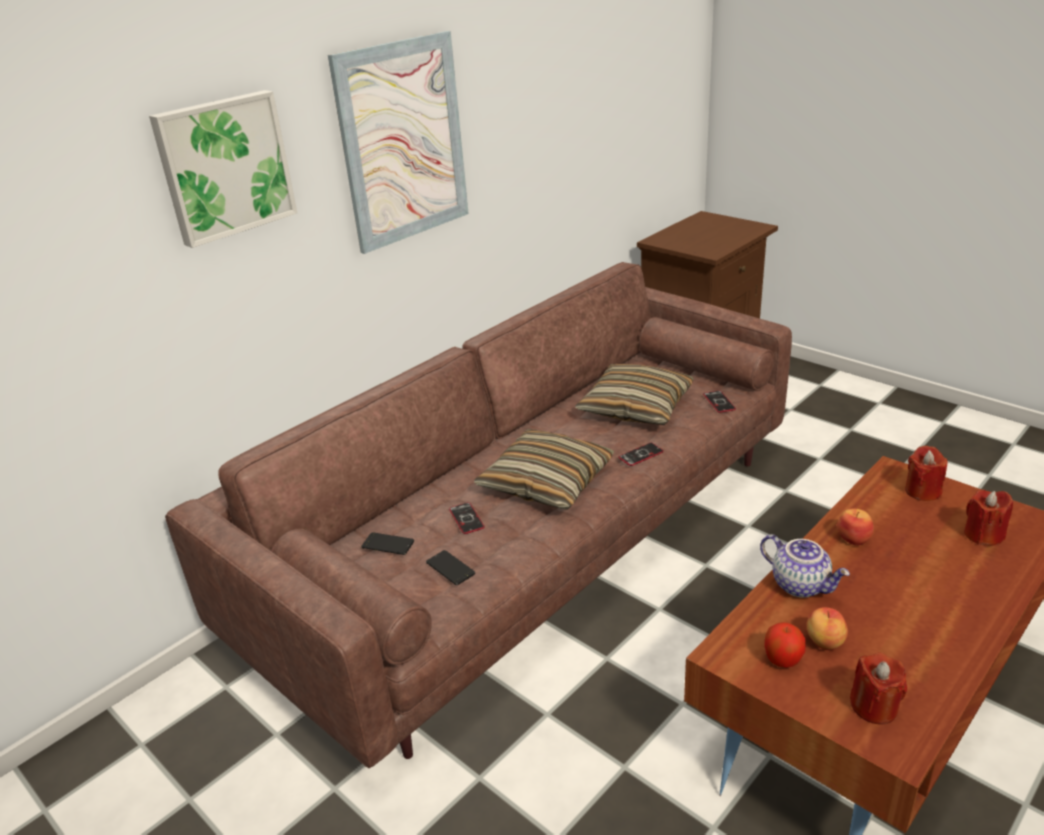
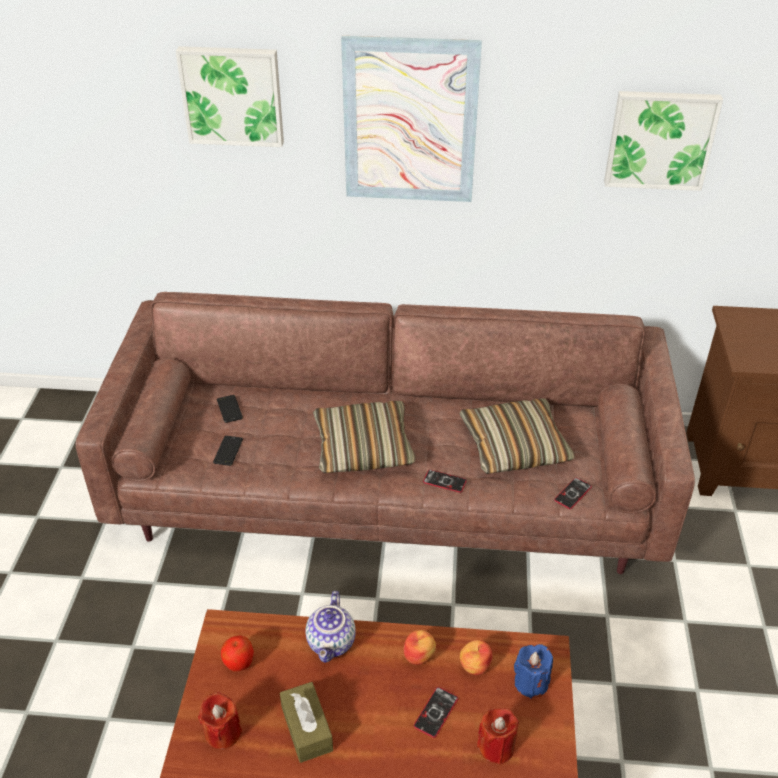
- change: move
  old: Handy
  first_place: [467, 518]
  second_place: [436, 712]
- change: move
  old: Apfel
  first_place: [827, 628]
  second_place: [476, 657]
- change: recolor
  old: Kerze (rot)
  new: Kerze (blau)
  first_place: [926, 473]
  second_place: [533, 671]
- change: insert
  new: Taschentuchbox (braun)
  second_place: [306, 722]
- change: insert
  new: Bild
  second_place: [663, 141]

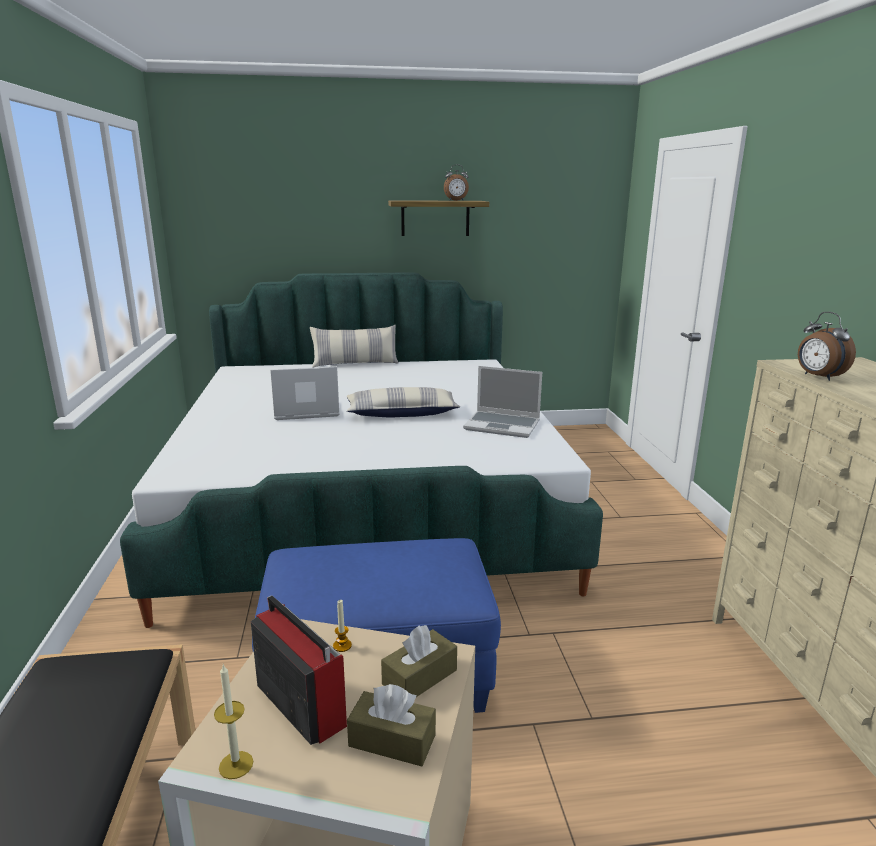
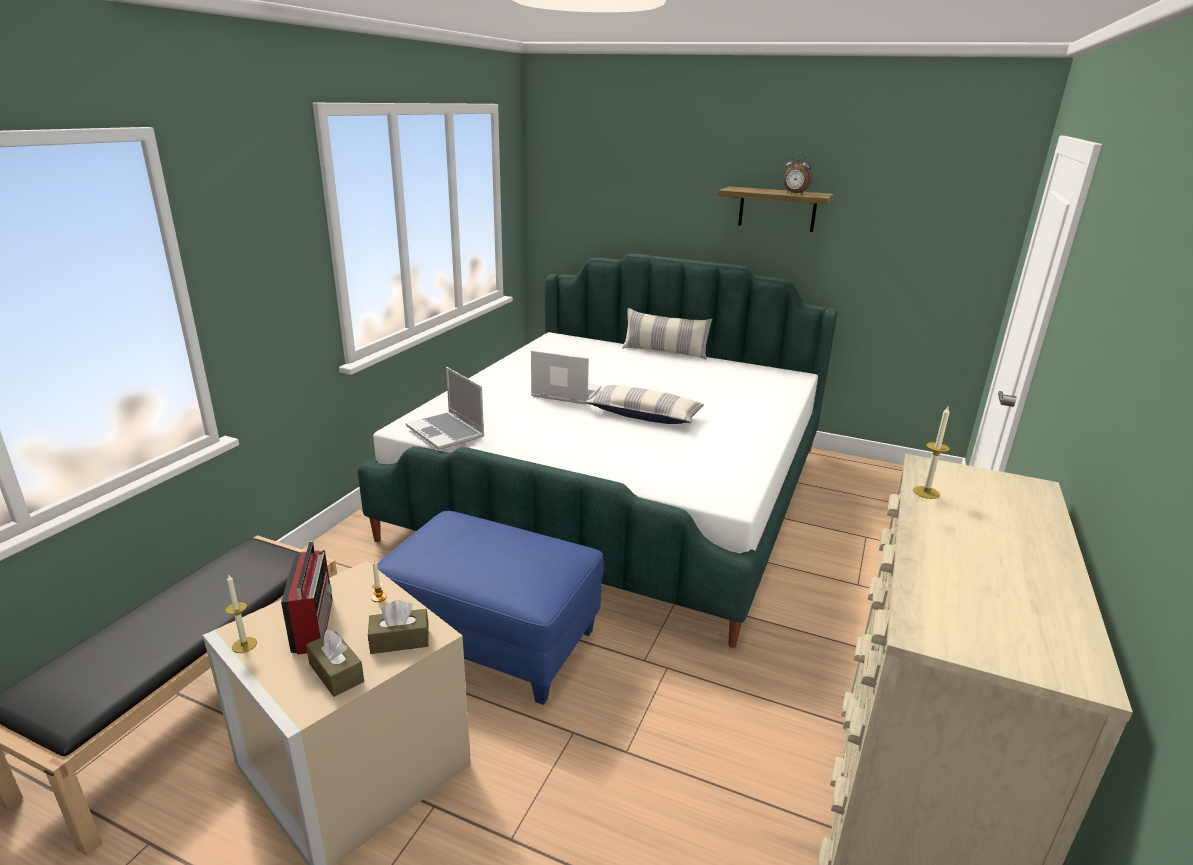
- change: move
  old: Laptop
  first_place: [502, 402]
  second_place: [445, 408]
- change: replace
  old: Wecker
  new: Kerze
  first_place: [827, 346]
  second_place: [931, 453]

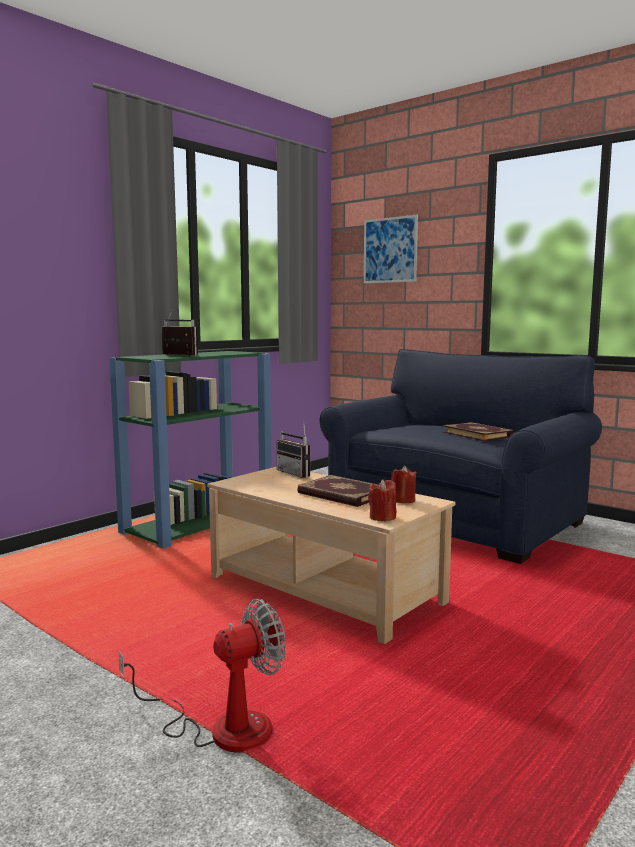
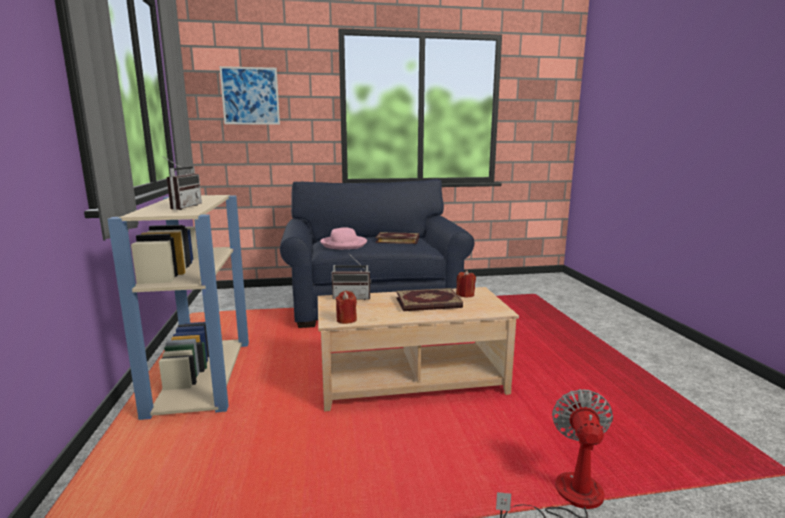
- change: recolor
  old: Bücherregal (grün)
  new: Bücherregal (beige)
  first_place: [190, 450]
  second_place: [178, 307]
- change: rotate
  old: Radio
  first_place: [180, 333]
  second_place: [182, 183]
  degrees: 120
- change: move
  old: Kerze (rot)
  first_place: [382, 500]
  second_place: [346, 307]
- change: insert
  new: Hut (rosa)
  second_place: [343, 238]

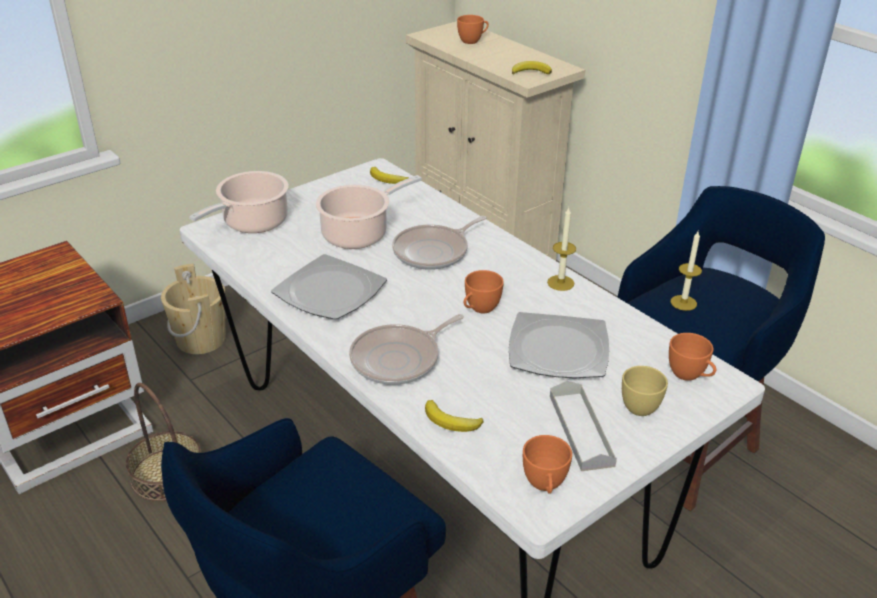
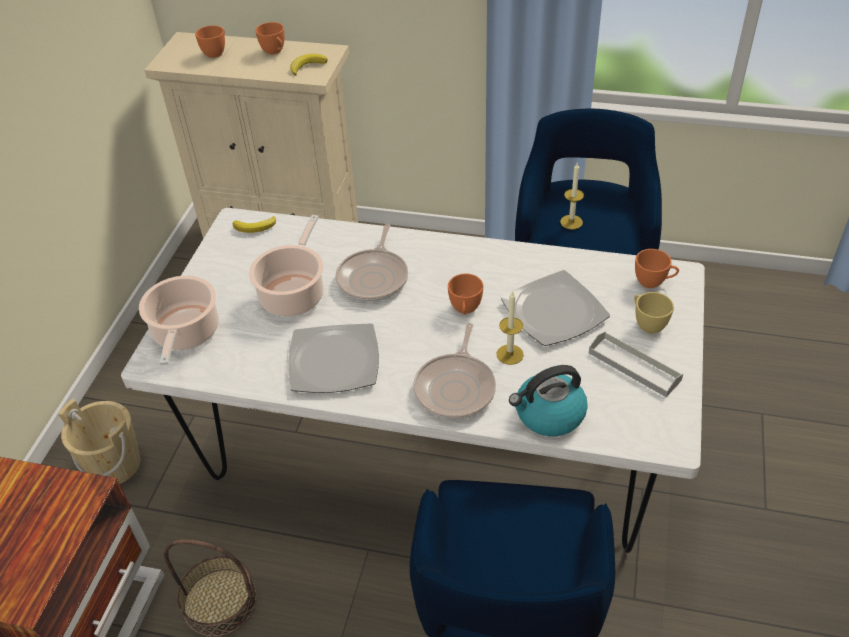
- change: replace
  old: Banane
  new: Wasserkessel
  first_place: [454, 416]
  second_place: [548, 400]
- change: move
  old: Tasse (orange)
  first_place: [547, 464]
  second_place: [269, 38]
- change: move
  old: Kerze
  first_place: [561, 249]
  second_place: [510, 328]

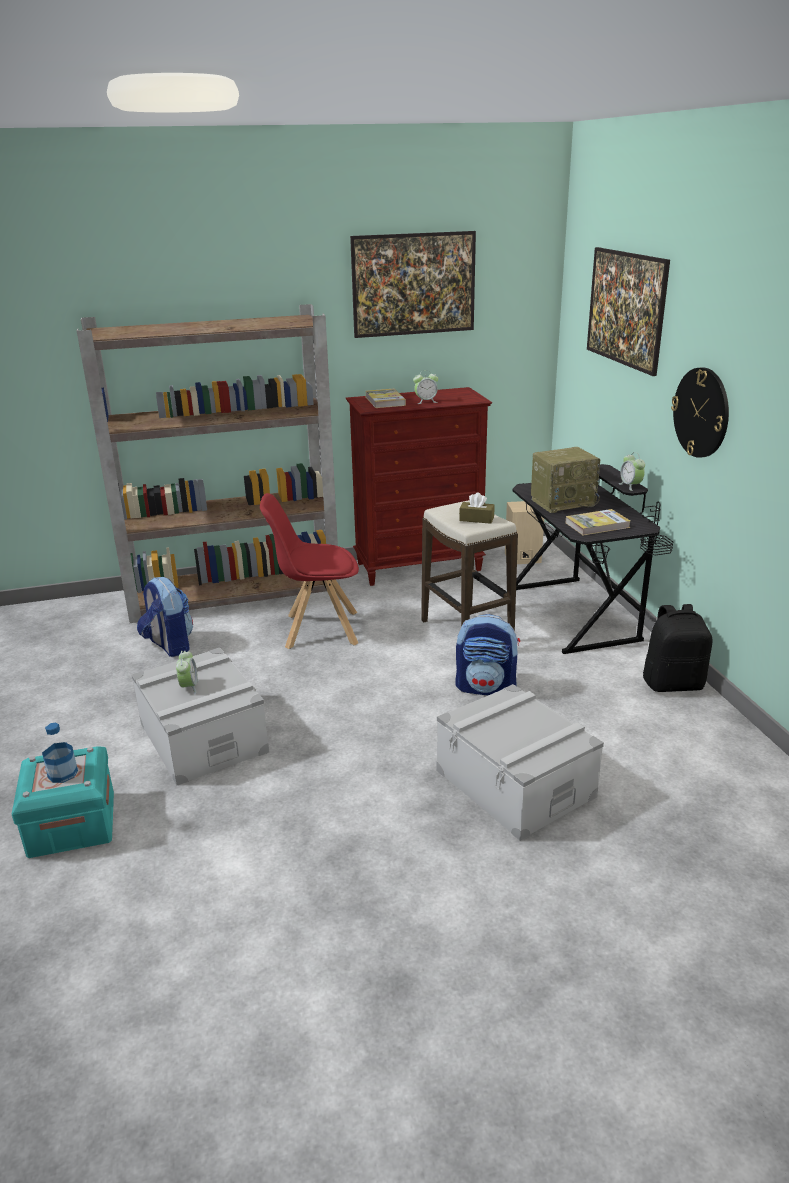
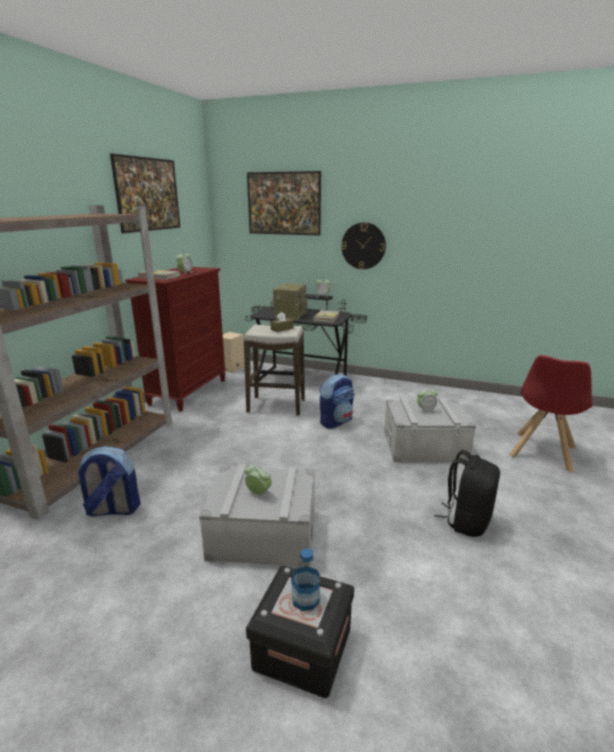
- change: recolor
  old: Aufbewahrungsbox (türkis)
  new: Aufbewahrungsbox (schwarz)
  first_place: [63, 802]
  second_place: [300, 631]
- change: move
  old: Stuhl (rot)
  first_place: [309, 571]
  second_place: [551, 413]
- change: move
  old: Rucksack (schwarz)
  first_place: [678, 648]
  second_place: [467, 493]
- change: insert
  new: Wecker
  second_place: [427, 400]

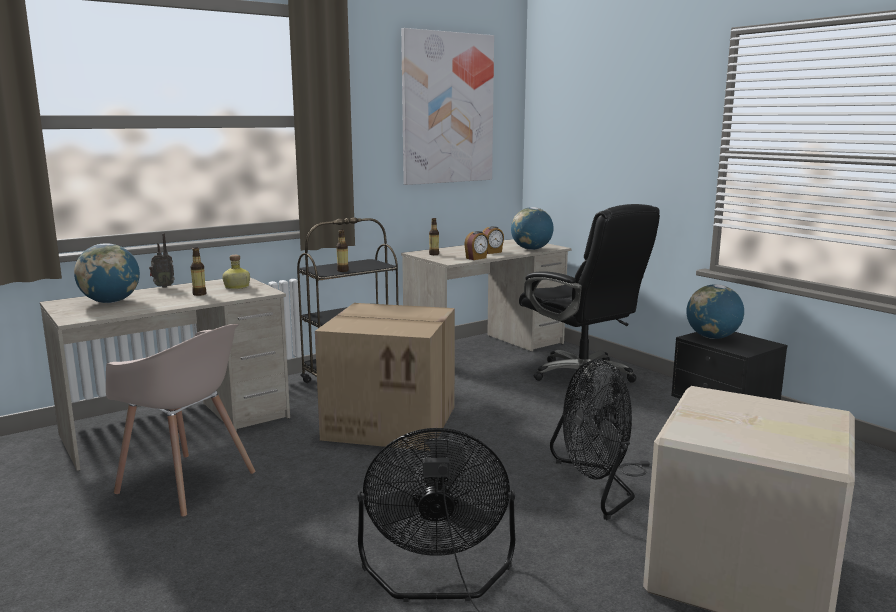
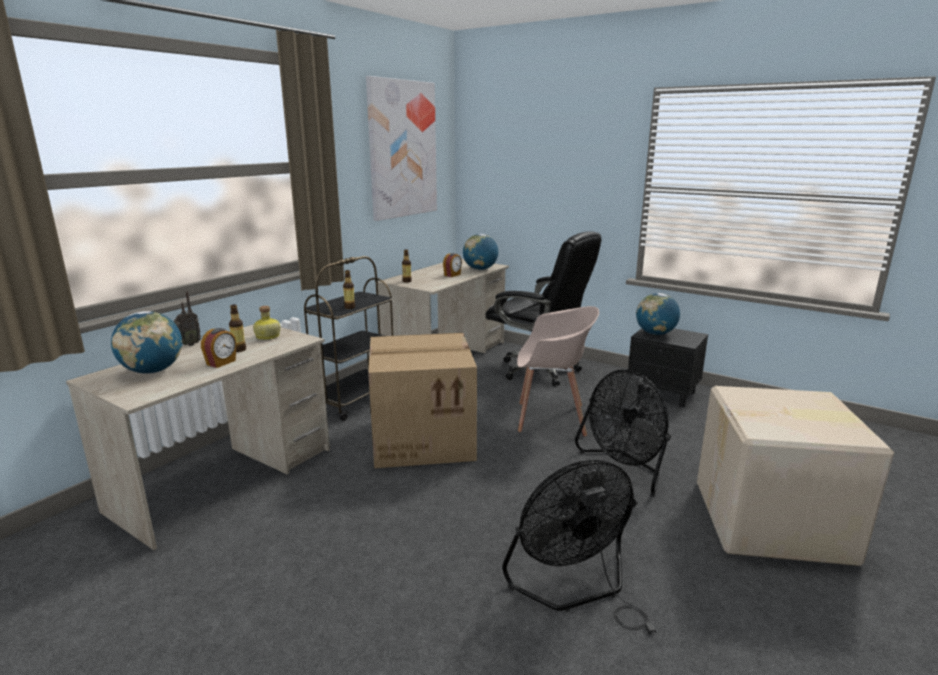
- change: move
  old: Stuhl (beige)
  first_place: [180, 420]
  second_place: [558, 371]
- change: move
  old: Wecker
  first_place: [476, 245]
  second_place: [218, 348]

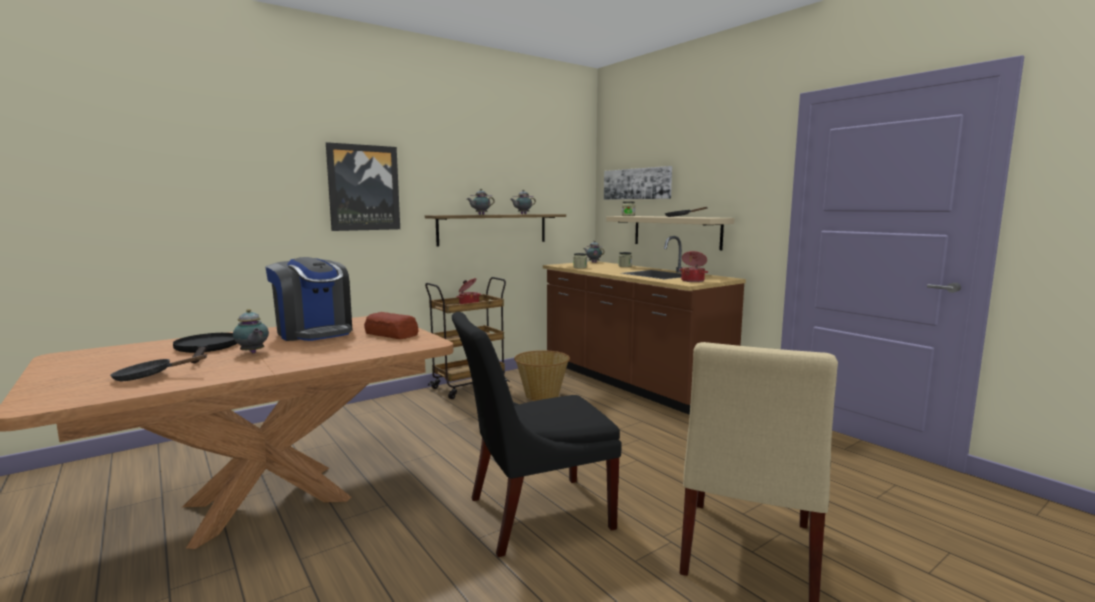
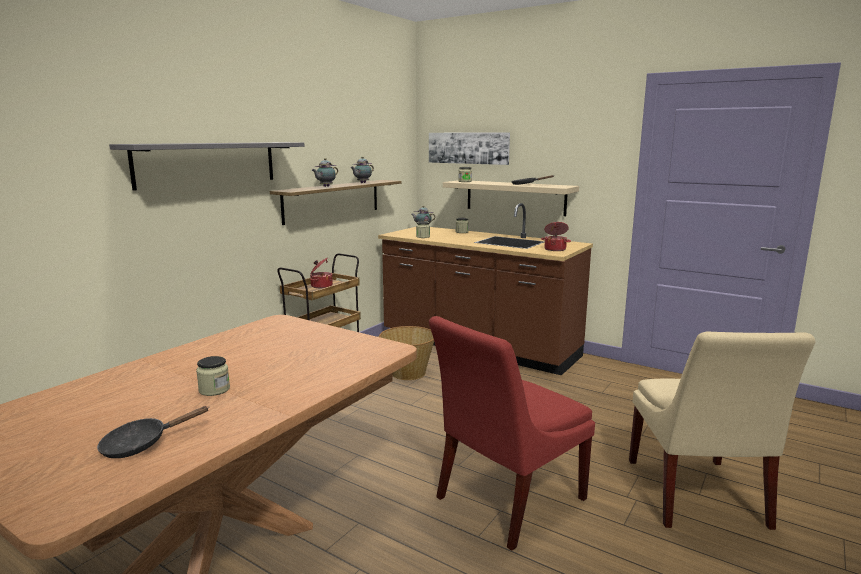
- change: delete
  old: Pfanne (schwarz)
  first_place: [205, 348]
- change: replace
  old: Teekanne
  new: Vorratsglas
  first_place: [251, 331]
  second_place: [213, 376]
- change: delete
  old: Kaffeemaschine
  first_place: [309, 299]
- change: replace
  old: Bild
  new: Wandregal (grau)
  first_place: [363, 186]
  second_place: [206, 166]
- change: delete
  old: Brot
  first_place: [391, 325]
- change: recolor
  old: Stuhl (schwarz)
  new: Stuhl (rot)
  first_place: [537, 434]
  second_place: [512, 433]

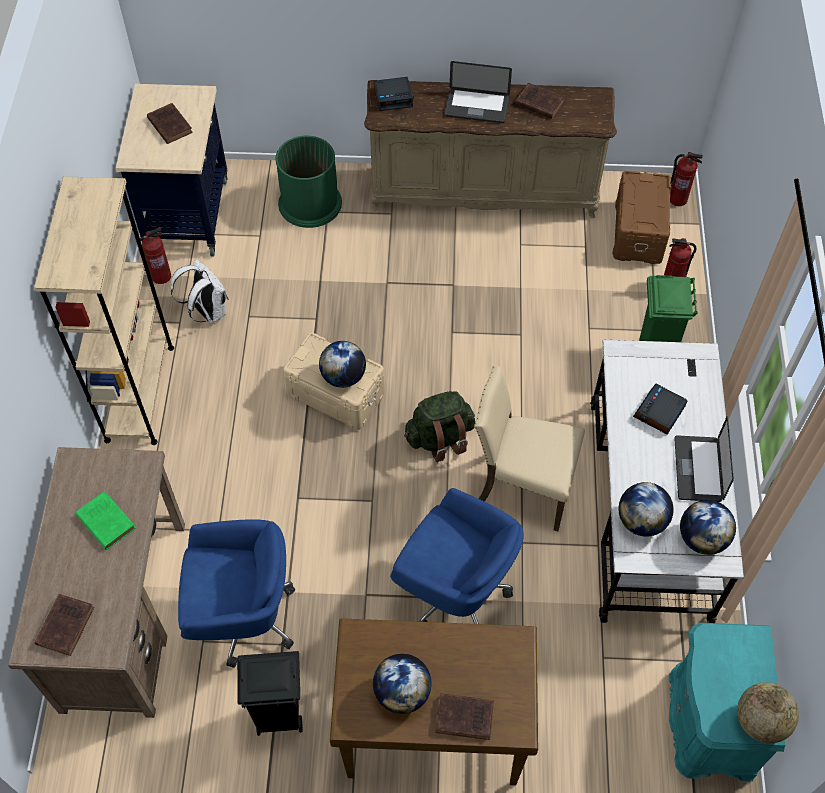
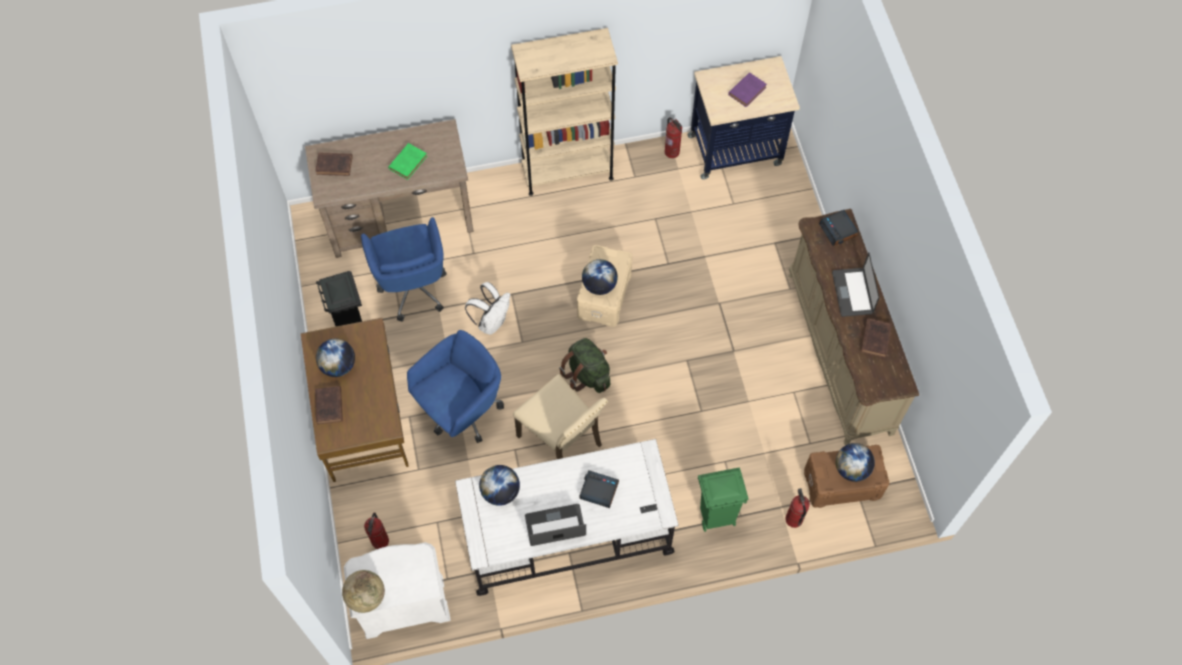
- change: recolor
  old: Buch (braun)
  new: Buch (lila)
  first_place: [170, 123]
  second_place: [747, 89]
- change: move
  old: Rucksack (weiß)
  first_place: [200, 291]
  second_place: [487, 308]
- change: delete
  old: Mülleimer (grün)
  first_place: [308, 182]
- change: rotate
  old: Bürostuhl (blau)
  first_place: [457, 556]
  second_place: [455, 386]
  degrees: -150
- change: rotate
  old: Stuhl (beige)
  first_place: [529, 448]
  second_place: [560, 416]
  degrees: 135
- change: recolor
  old: Nachttisch (türkis)
  new: Nachttisch (weiß)
  first_place: [727, 702]
  second_place: [397, 590]
- change: move
  old: Feuerlöscher
  first_place: [686, 179]
  second_place: [376, 530]
- change: move
  old: Globus
  first_place: [708, 527]
  second_place: [855, 462]

